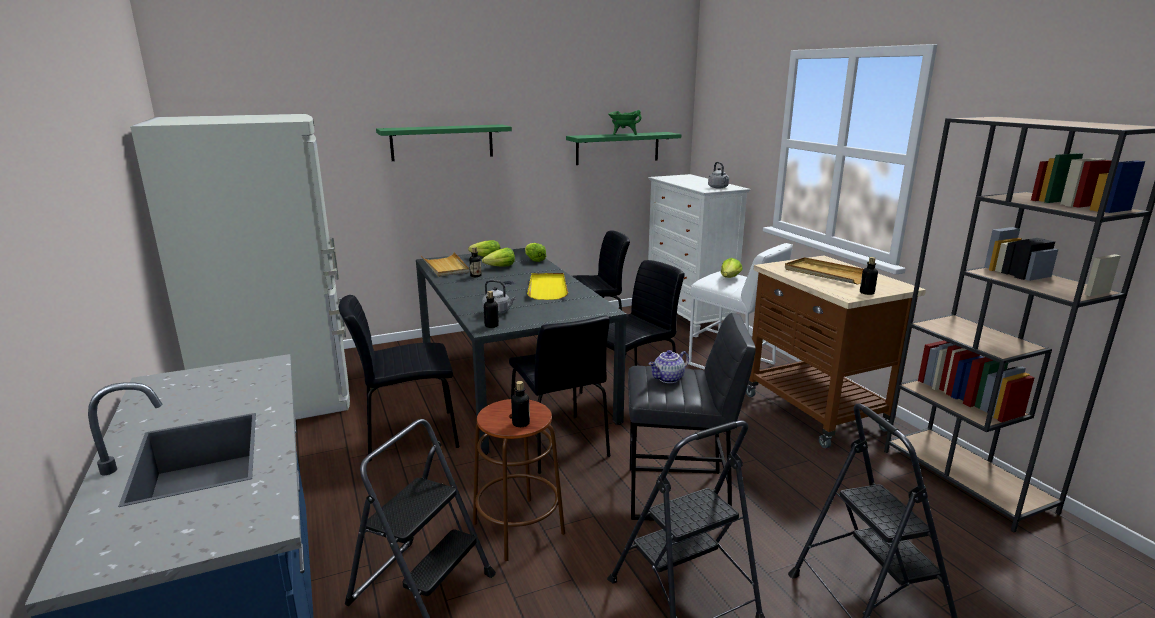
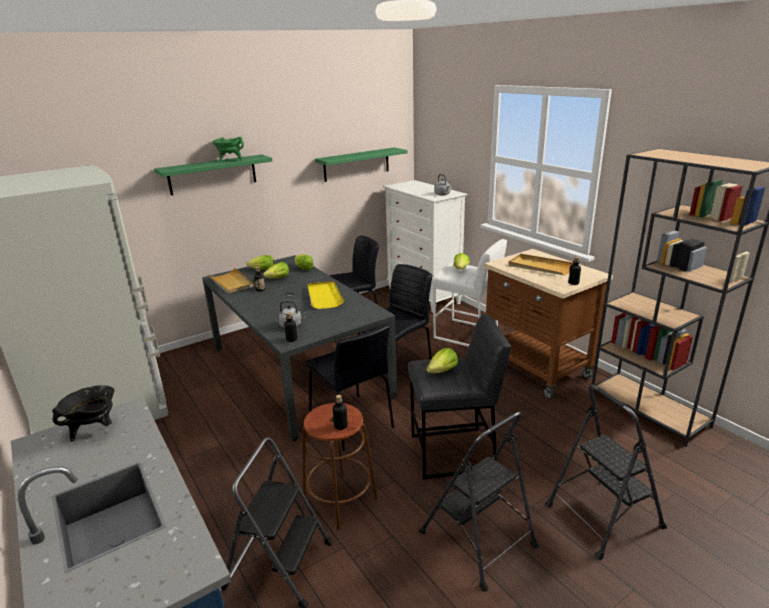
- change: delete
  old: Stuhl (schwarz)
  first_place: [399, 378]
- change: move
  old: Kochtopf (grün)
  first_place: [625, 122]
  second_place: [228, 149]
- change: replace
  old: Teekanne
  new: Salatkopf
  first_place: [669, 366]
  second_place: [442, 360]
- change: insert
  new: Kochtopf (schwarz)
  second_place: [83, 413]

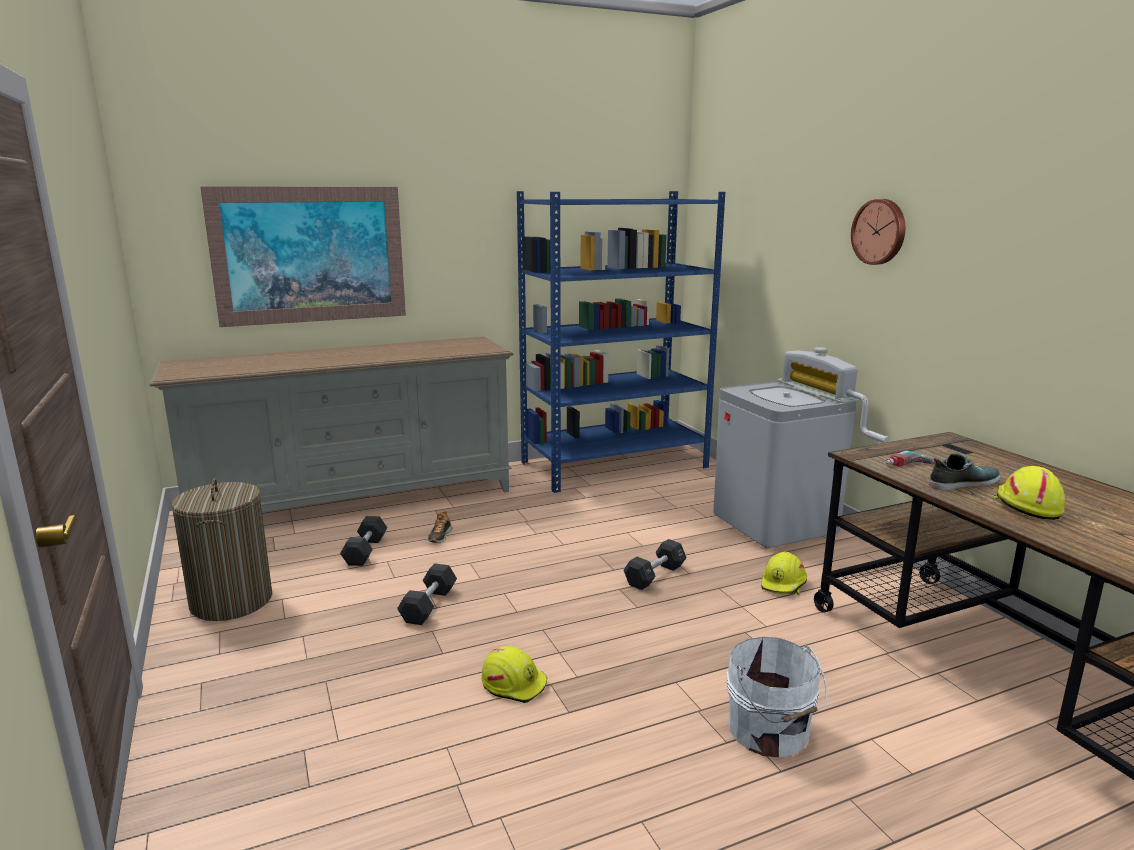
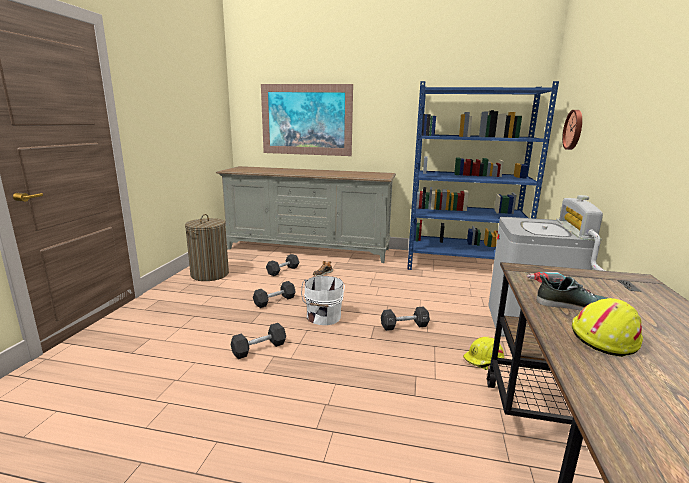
- change: replace
  old: Schutzhelm (gelb)
  new: Hantel (schwarz)
  first_place: [514, 674]
  second_place: [258, 341]
- change: move
  old: Eimer (weiß)
  first_place: [776, 697]
  second_place: [323, 300]
- change: move
  old: Wanduhr
  first_place: [878, 232]
  second_place: [572, 130]

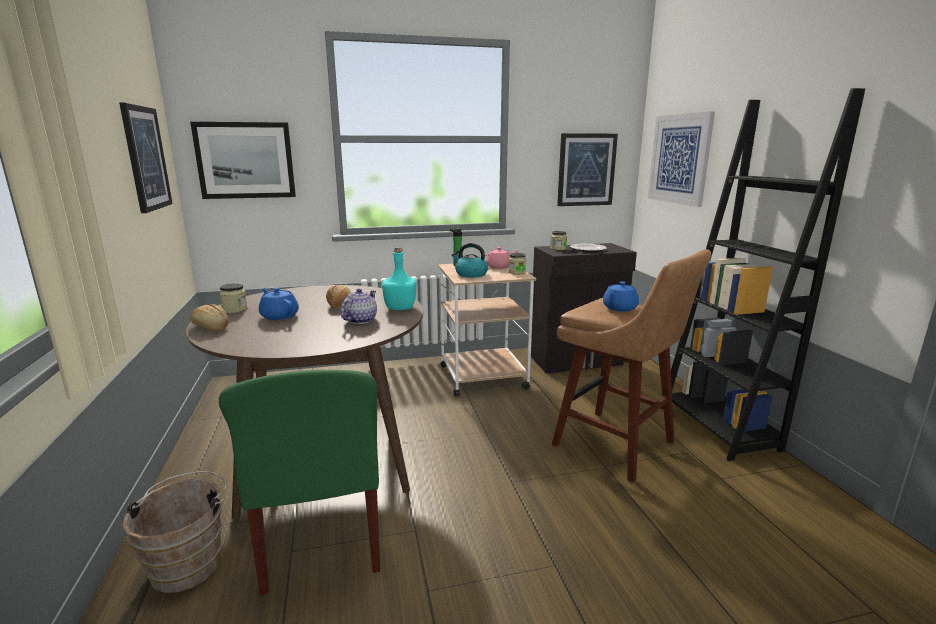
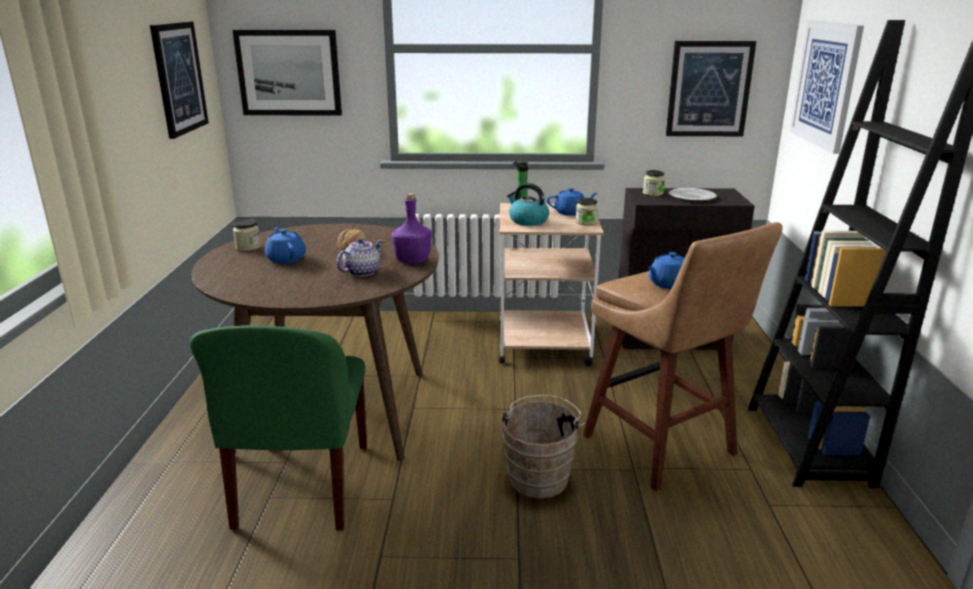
- change: move
  old: Eimer (braun)
  first_place: [174, 532]
  second_place: [542, 446]
- change: delete
  old: Brot
  first_place: [209, 317]
- change: recolor
  old: Flasche (türkis)
  new: Flasche (lila)
  first_place: [399, 278]
  second_place: [412, 228]
- change: recolor
  old: Teekanne (rosa)
  new: Teekanne (blau)
  first_place: [502, 258]
  second_place: [572, 202]

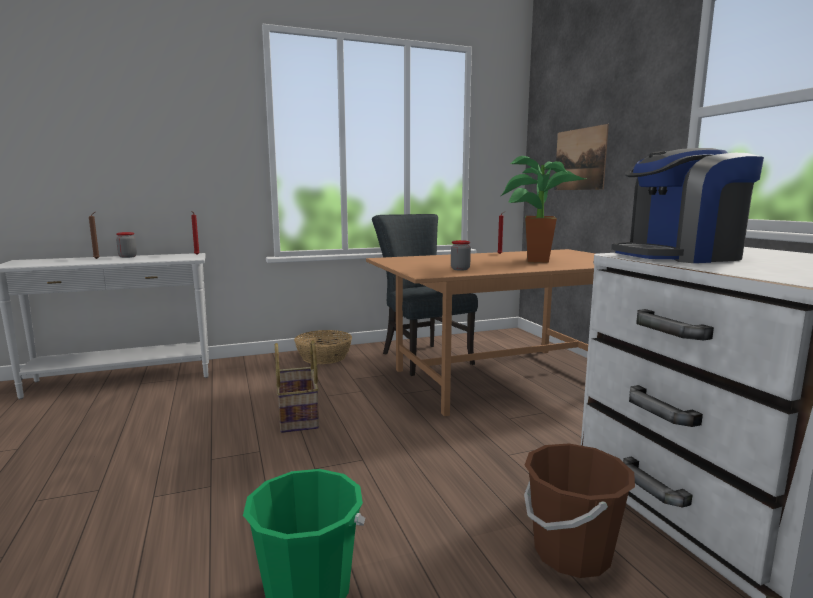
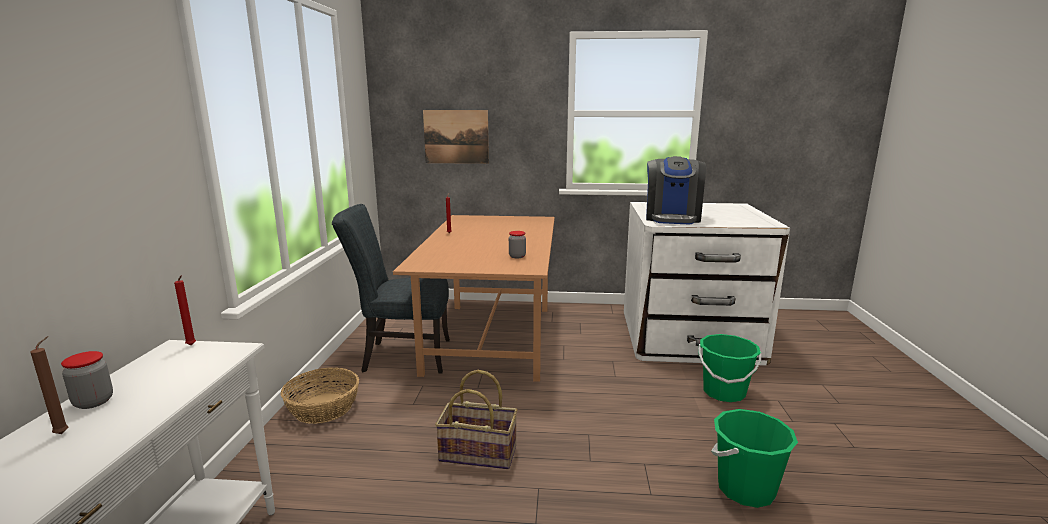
- change: delete
  old: Topfpflanze
  first_place: [543, 209]
- change: recolor
  old: Eimer (braun)
  new: Eimer (grün)
  first_place: [579, 510]
  second_place: [729, 368]

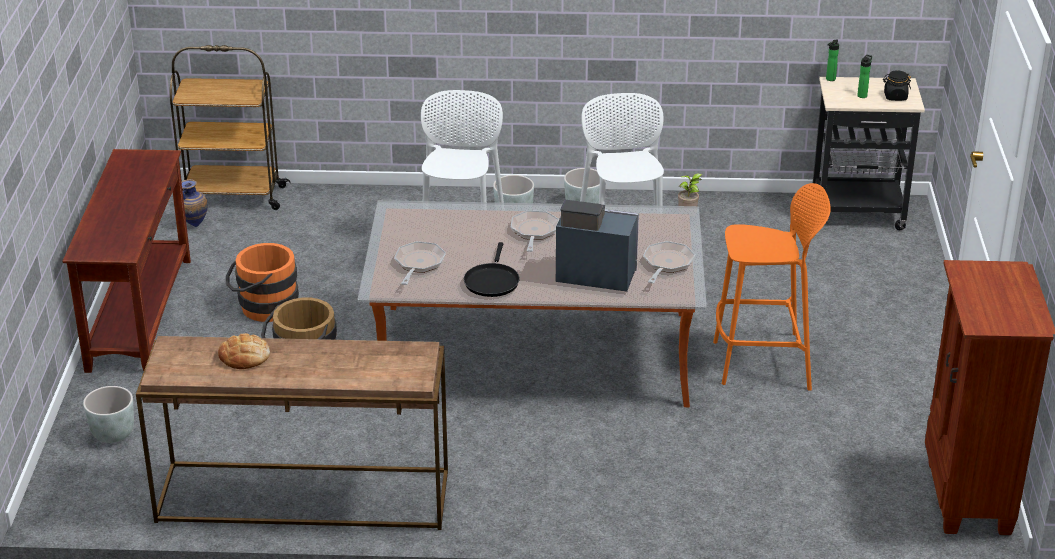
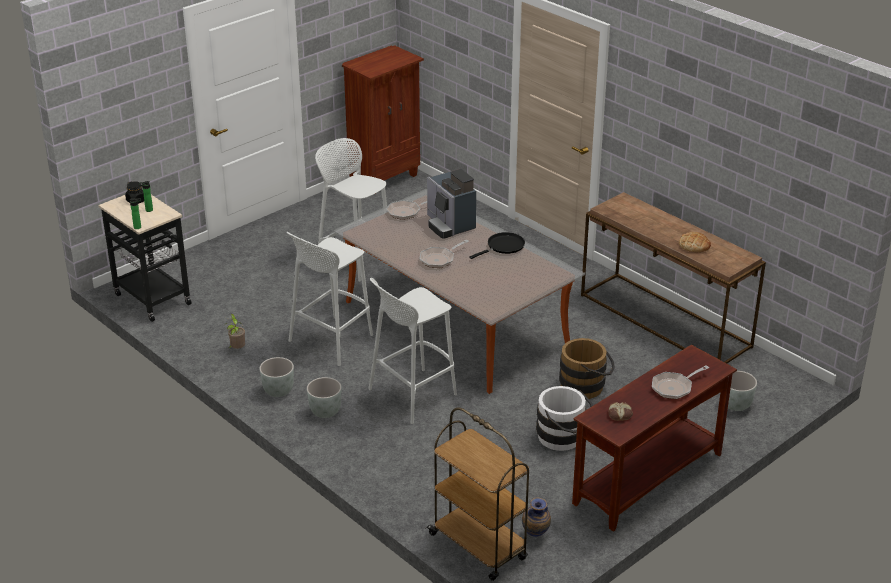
- change: recolor
  old: Eimer (orange)
  new: Eimer (weiß)
  first_place: [262, 282]
  second_place: [564, 418]
- change: move
  old: Pfanne
  first_place: [420, 263]
  second_place: [680, 382]
- change: recolor
  old: Hocker (orange)
  new: Hocker (weiß)
  first_place: [772, 287]
  second_place: [351, 210]
- change: insert
  new: Brot
  second_place: [621, 411]

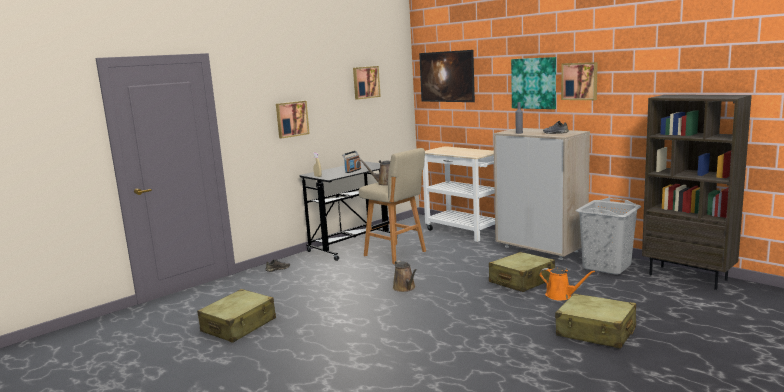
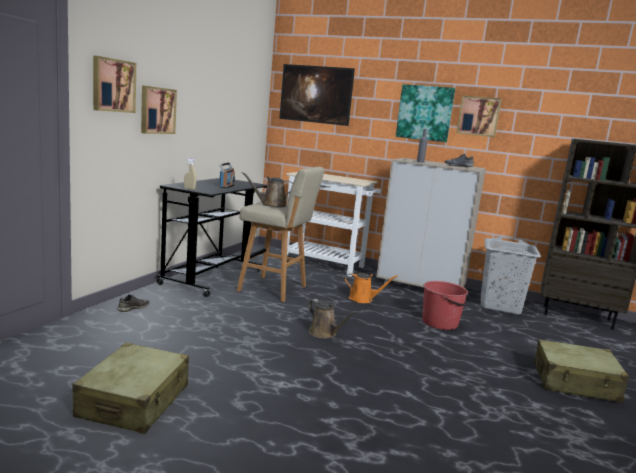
- change: move
  old: Bild
  first_place: [367, 83]
  second_place: [114, 84]
- change: replace
  old: Koffer (beige)
  new: Eimer (rot)
  first_place: [522, 272]
  second_place: [445, 305]
- change: move
  old: Gießkanne (orange)
  first_place: [567, 284]
  second_place: [371, 288]

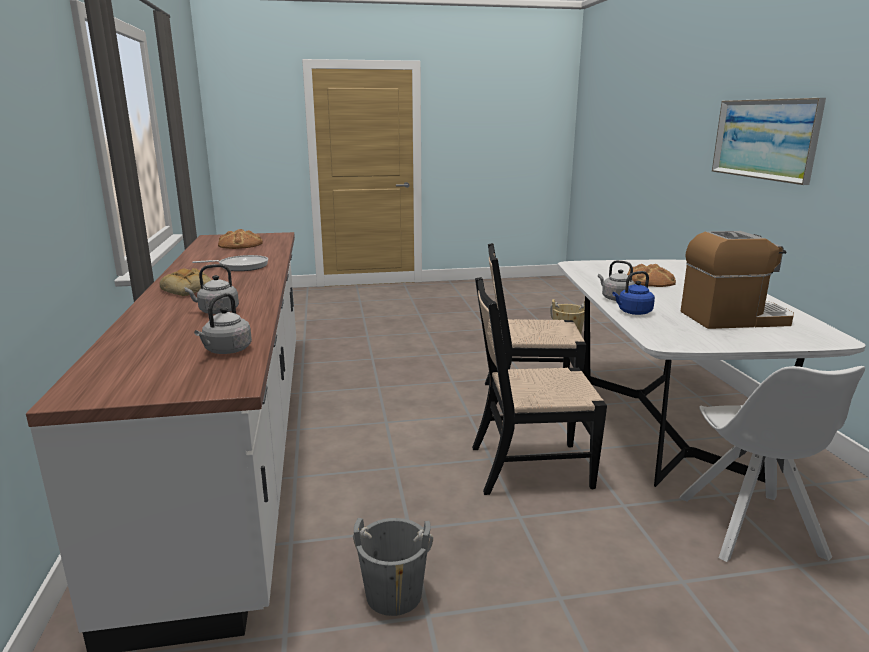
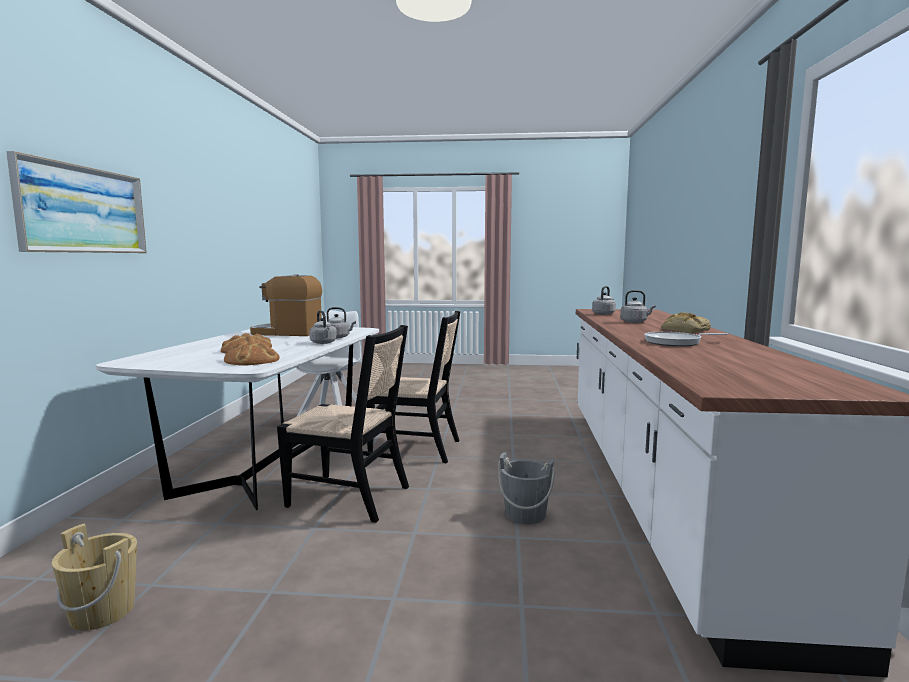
- change: move
  old: Brot
  first_place: [240, 239]
  second_place: [252, 353]
- change: move
  old: Eimer (grau)
  first_place: [393, 567]
  second_place: [526, 488]
- change: recolor
  old: Wasserkessel (blau)
  new: Wasserkessel (grau)
  first_place: [633, 293]
  second_place: [341, 322]

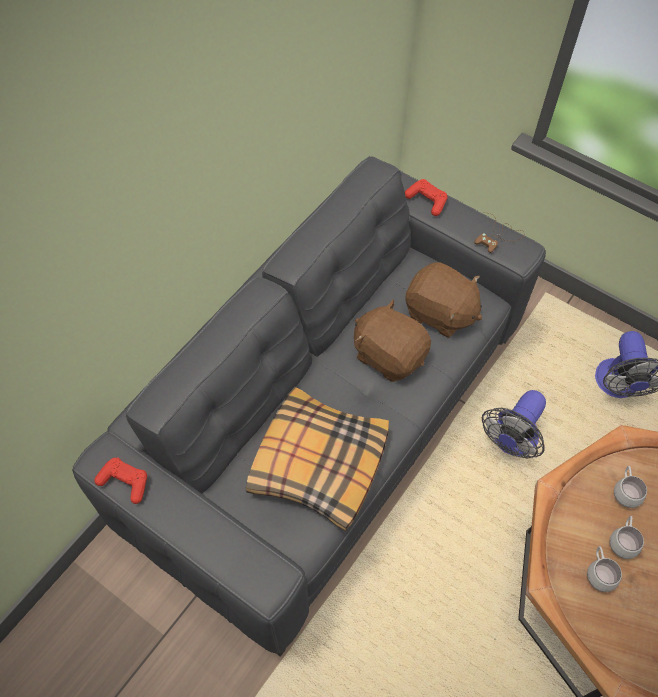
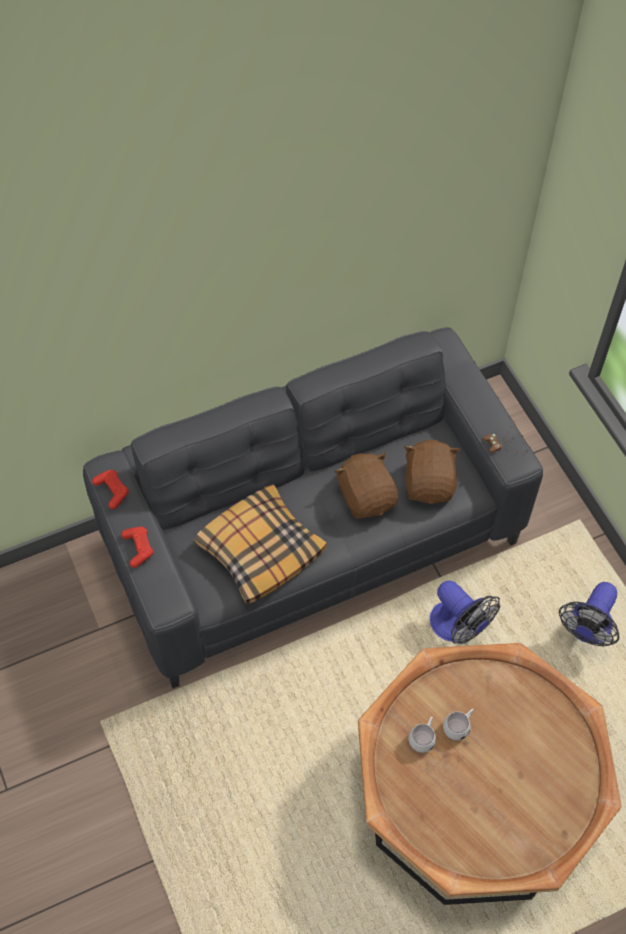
- change: move
  old: Gamepad (rot)
  first_place: [426, 197]
  second_place: [137, 547]
- change: rotate
  old: Plüschtier (braun)
  first_place: [444, 300]
  second_place: [432, 472]
  degrees: -150
- change: rotate
  old: Ventilator
  first_place: [514, 424]
  second_place: [465, 612]
  degrees: -105
- change: delete
  old: Henkelbecher (weiß)
  first_place: [630, 487]

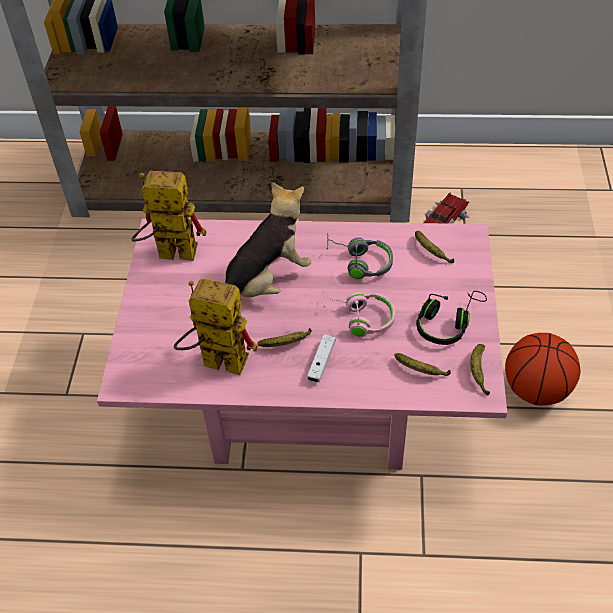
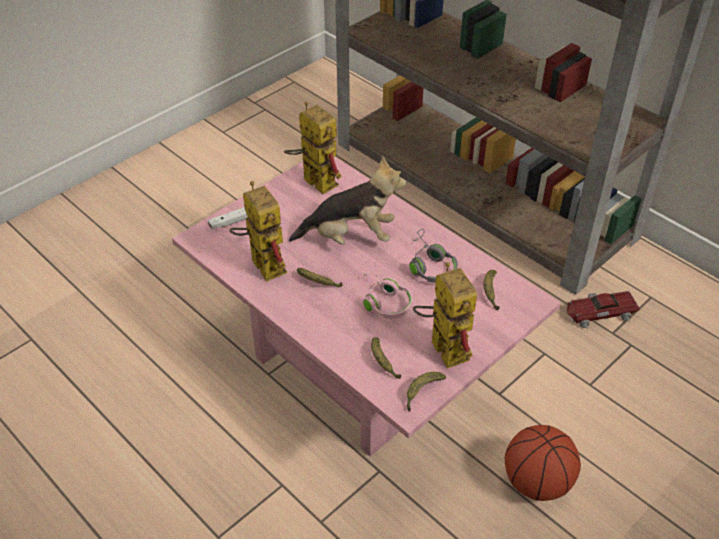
- change: move
  old: Gamepad (weiß)
  first_place: [321, 358]
  second_place: [228, 218]
- change: replace
  old: Kopfhörer (schwarz)
  new: Spielzeugroboter
  first_place: [451, 318]
  second_place: [445, 315]

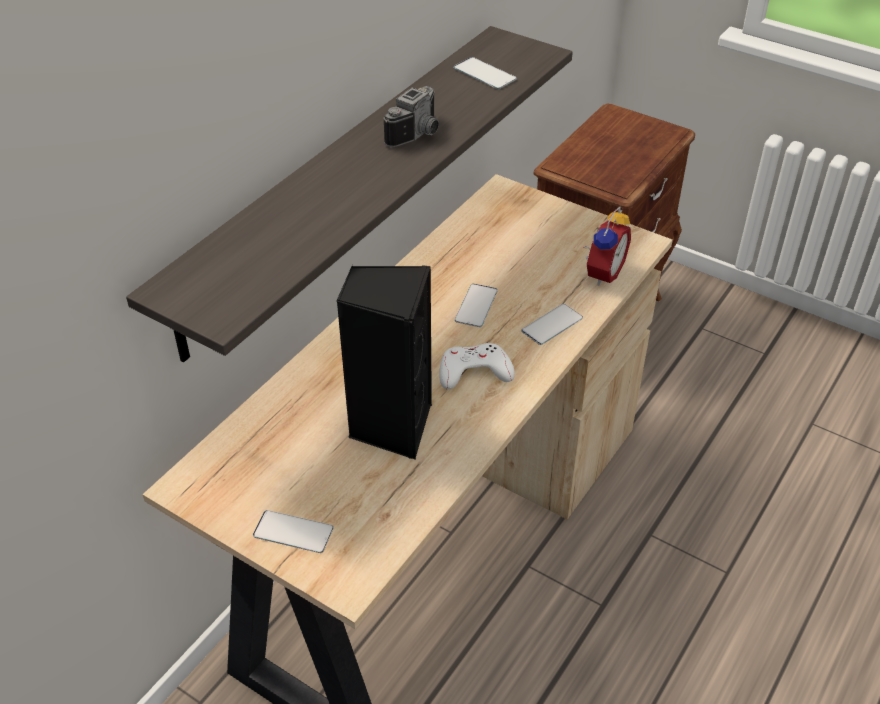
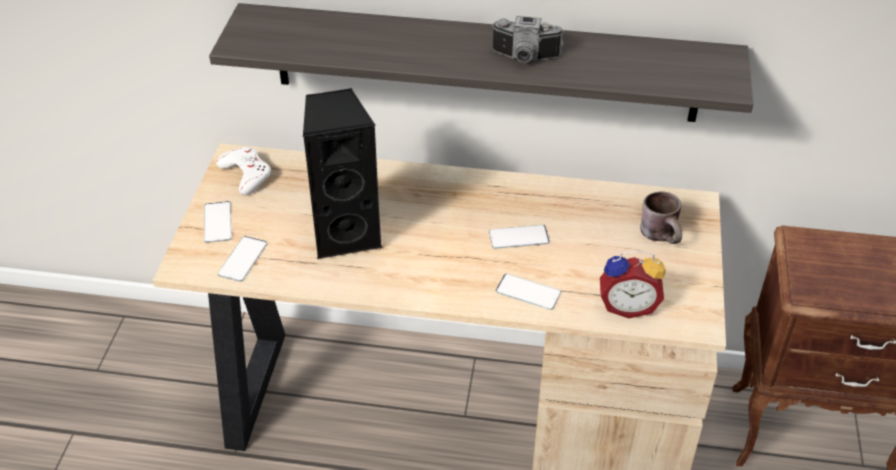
- change: move
  old: Gamepad (weiß)
  first_place: [477, 366]
  second_place: [243, 171]
- change: move
  old: Handy
  first_place: [485, 73]
  second_place: [242, 259]
- change: insert
  new: Henkelbecher (braun)
  second_place: [661, 218]

